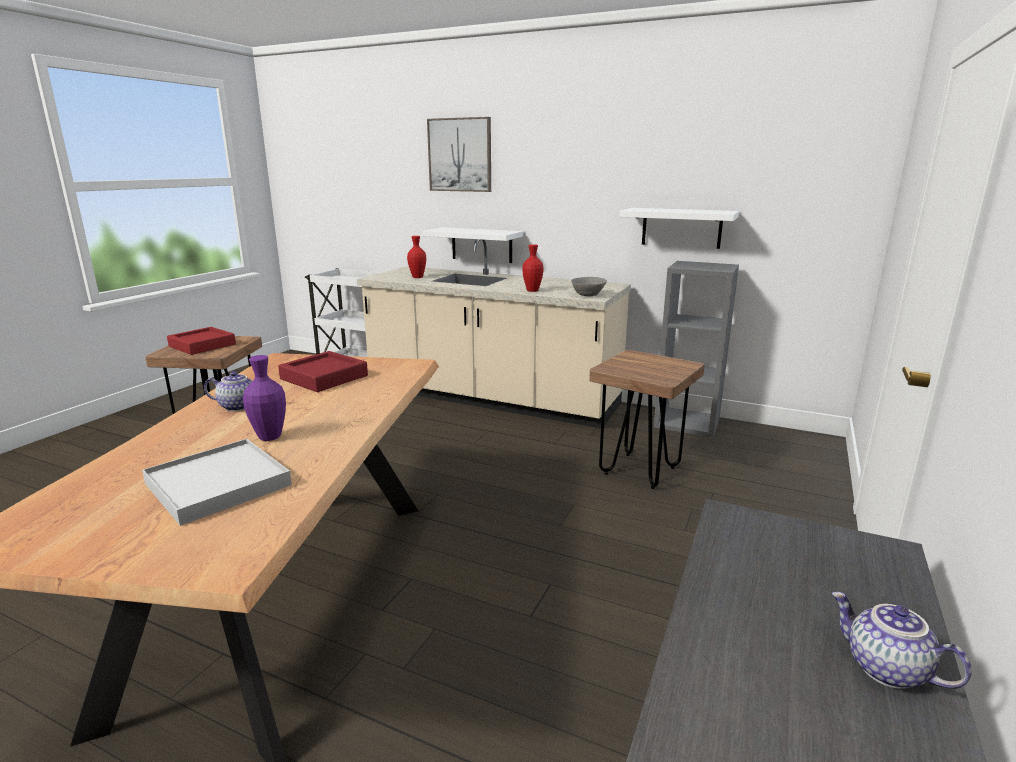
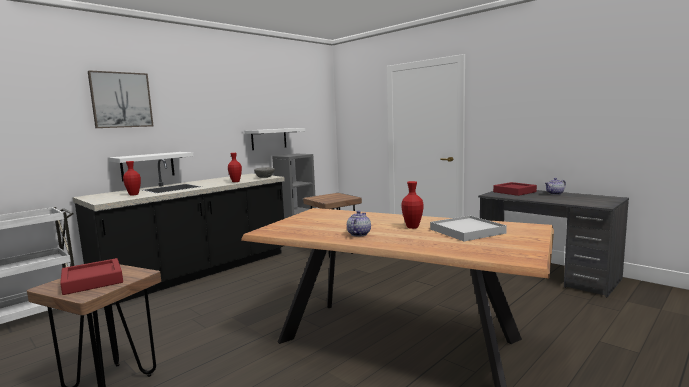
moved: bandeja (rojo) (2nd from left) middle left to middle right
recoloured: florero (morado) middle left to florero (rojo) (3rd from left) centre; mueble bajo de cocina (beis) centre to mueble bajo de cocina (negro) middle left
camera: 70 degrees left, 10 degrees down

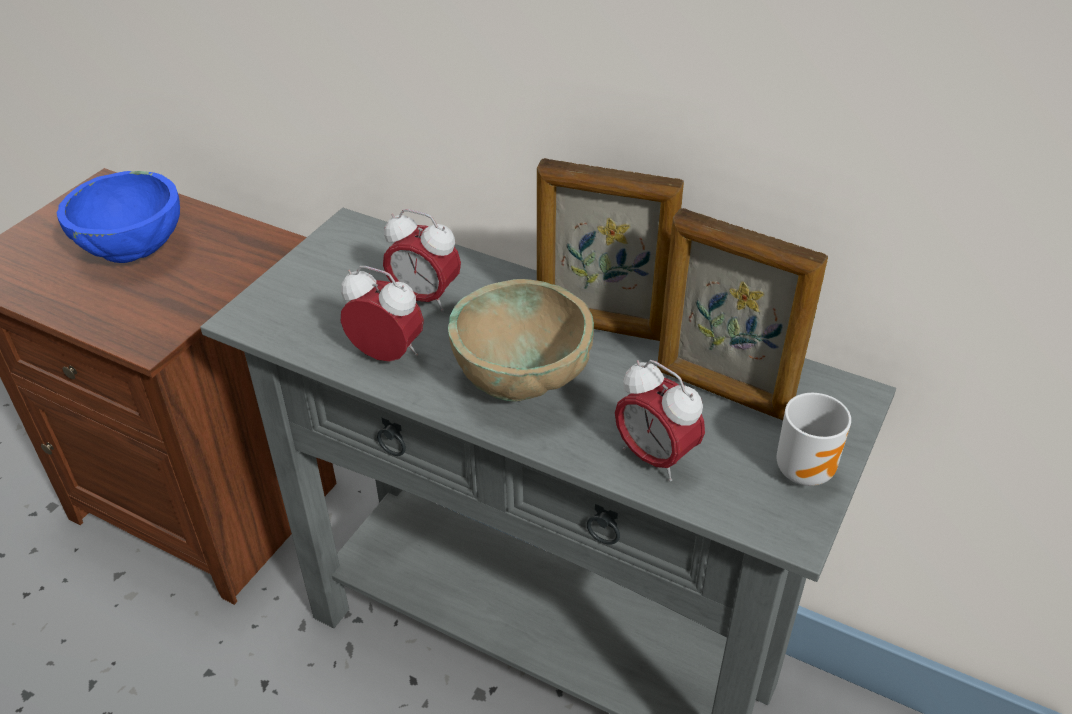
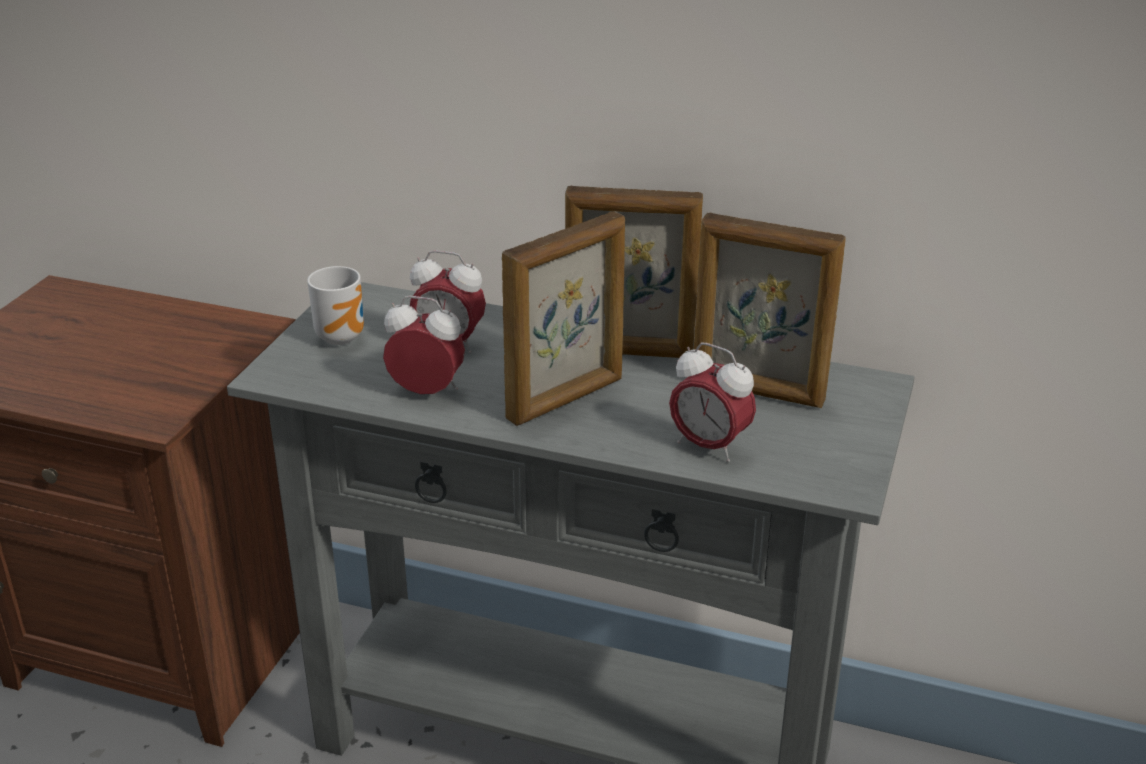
removed: cuenco (azul) top left
moved: taza grande middle right to middle left
replaced: cuenco (beis) centre to portarretratos (1st from left) centre
camera: 10 degrees left, 10 degrees down

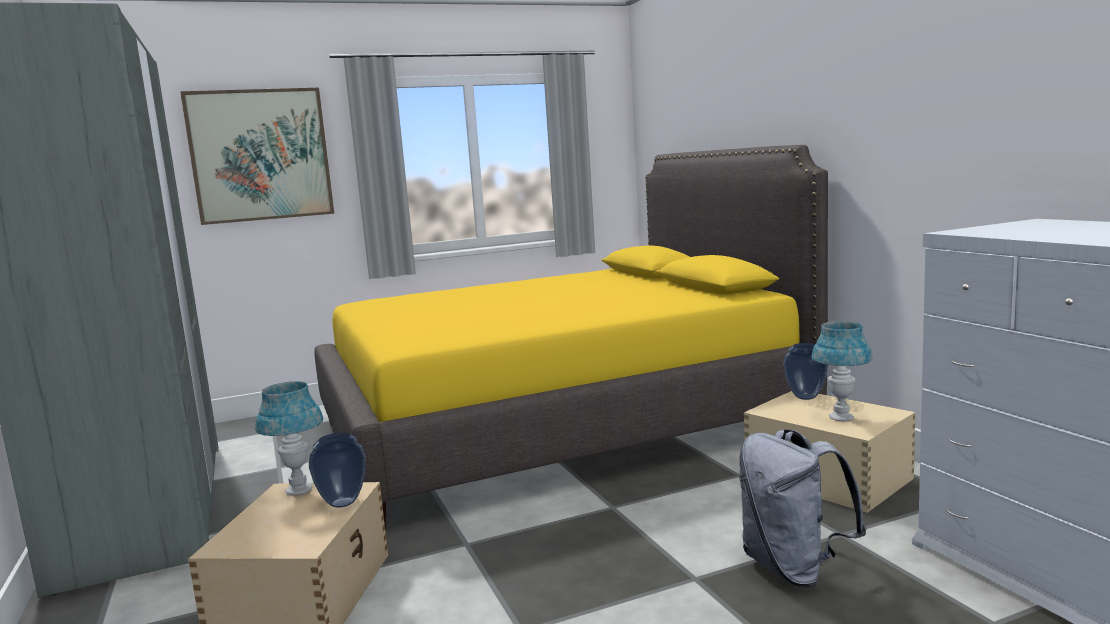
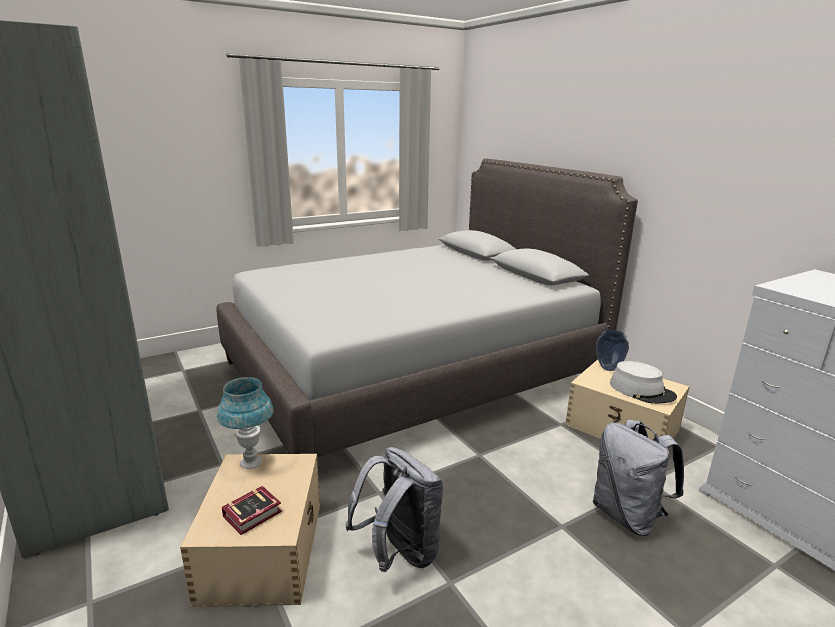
removed: cuadro top left; florero (1st from left) bottom left
added: libro bottom left; mochila (gris) (1st from left) bottom centre
replaced: lámpara de mesa (azul) (2nd from left) middle right to sombrero (gris) middle right
recoloured: cama (amarillo) centre to cama (gris) centre
camera: 10 degrees left, 10 degrees up

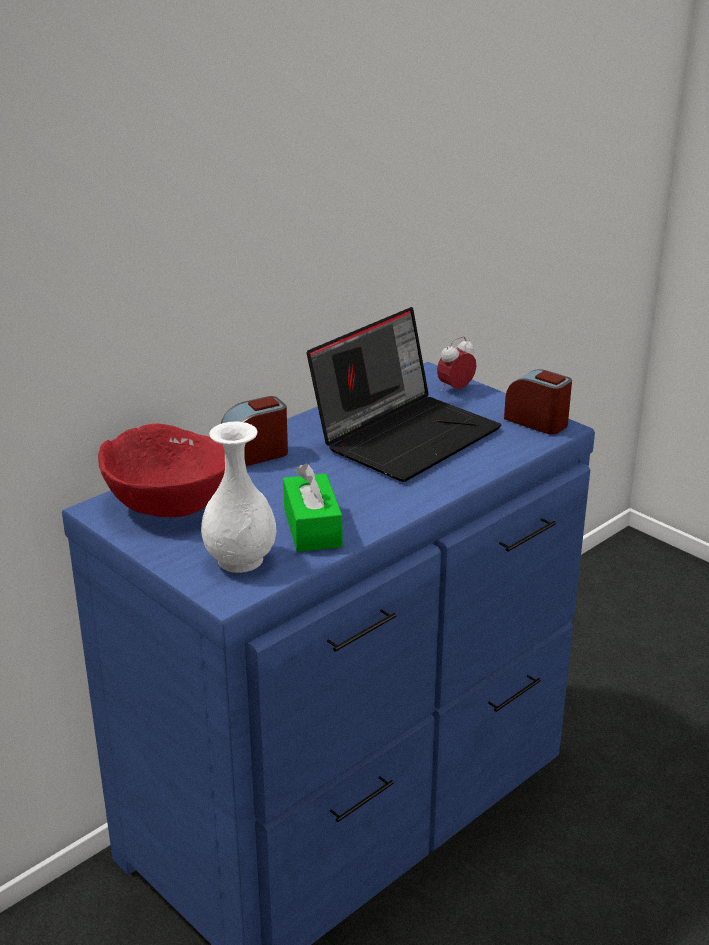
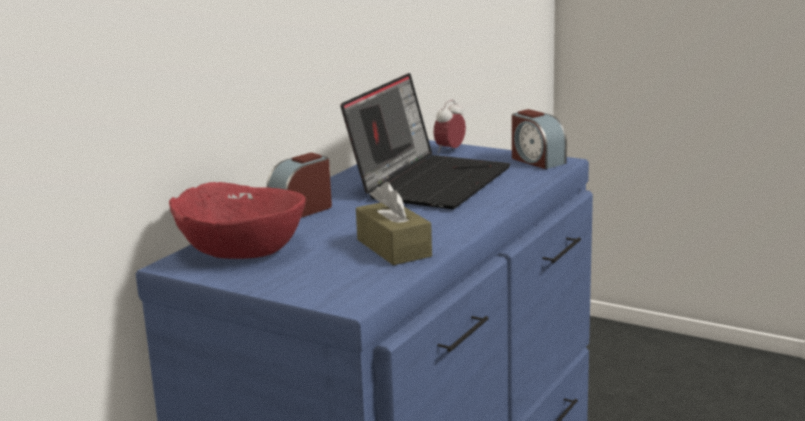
removed: florero (blanco) centre
recoloured: caja de pañuelos (verde) centre to caja de pañuelos (marrón) centre
turned: despertador (3rd from left) middle right = top right 150 degrees counterclockwise
camera: 15 degrees left, 10 degrees down

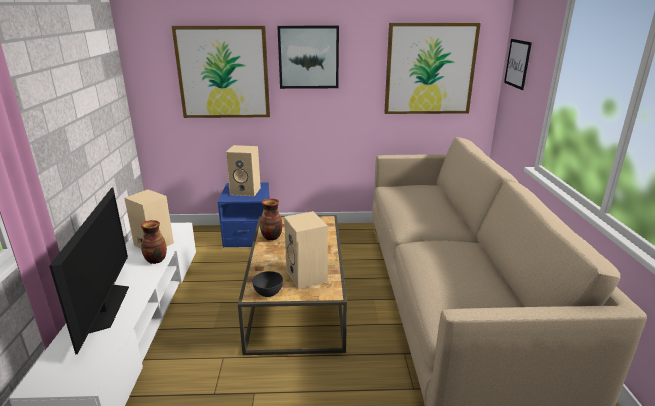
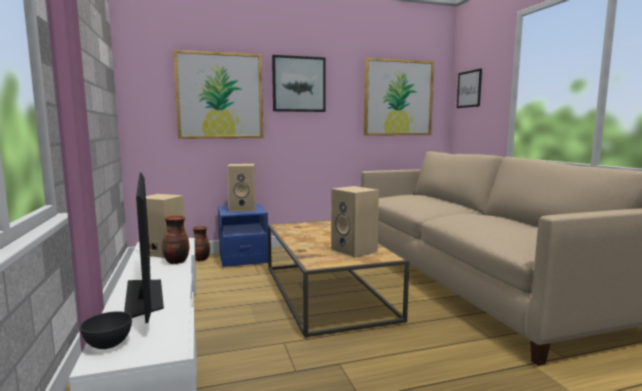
moved: cuenco (gris) bottom centre to bottom left; florero (2nd from left) centre to middle left
camera: 15 degrees left, 15 degrees down

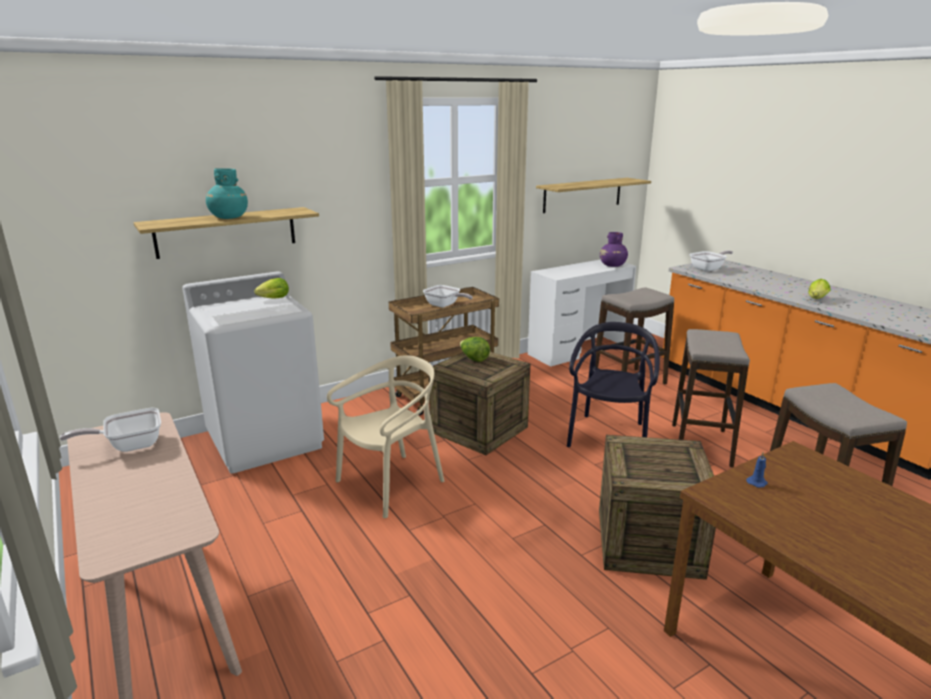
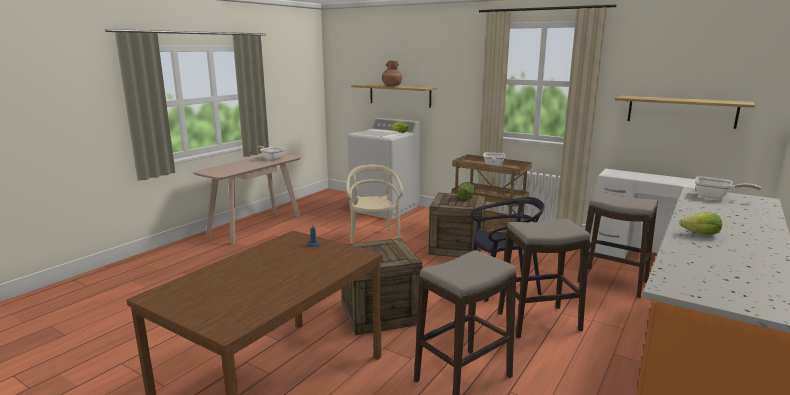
removed: florero (morado) centre
recoloured: florero (turquesa) top left to florero (marrón) top centre
turned: silla (beis) centre = centre 120 degrees counterclockwise
camera: 65 degrees right, 5 degrees down

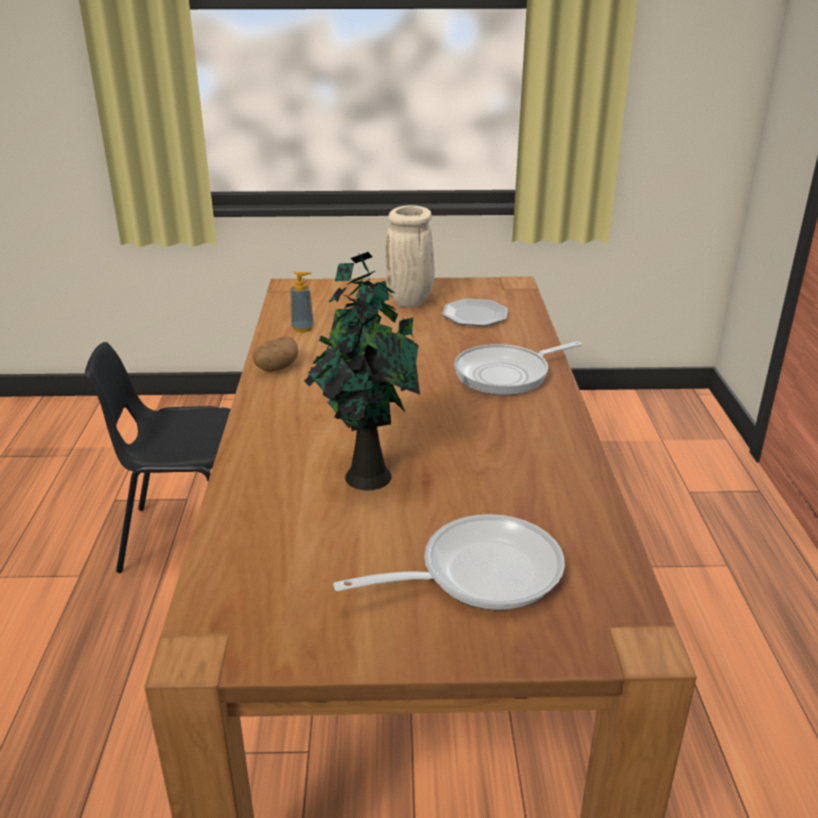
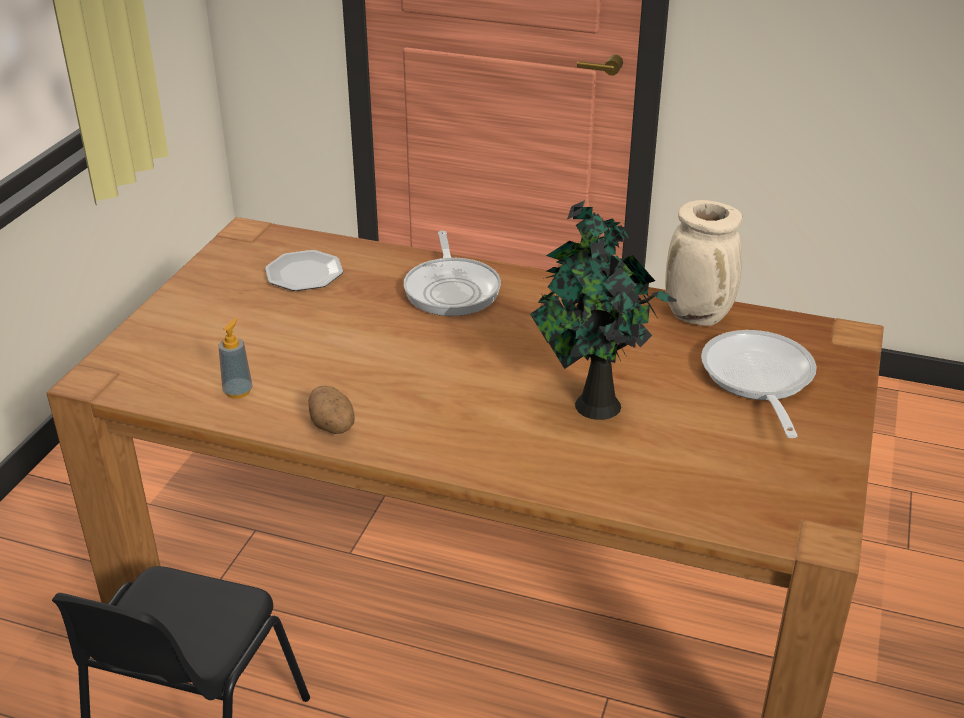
moved: florero (beis) top centre to middle right
camera: 70 degrees left, 5 degrees up

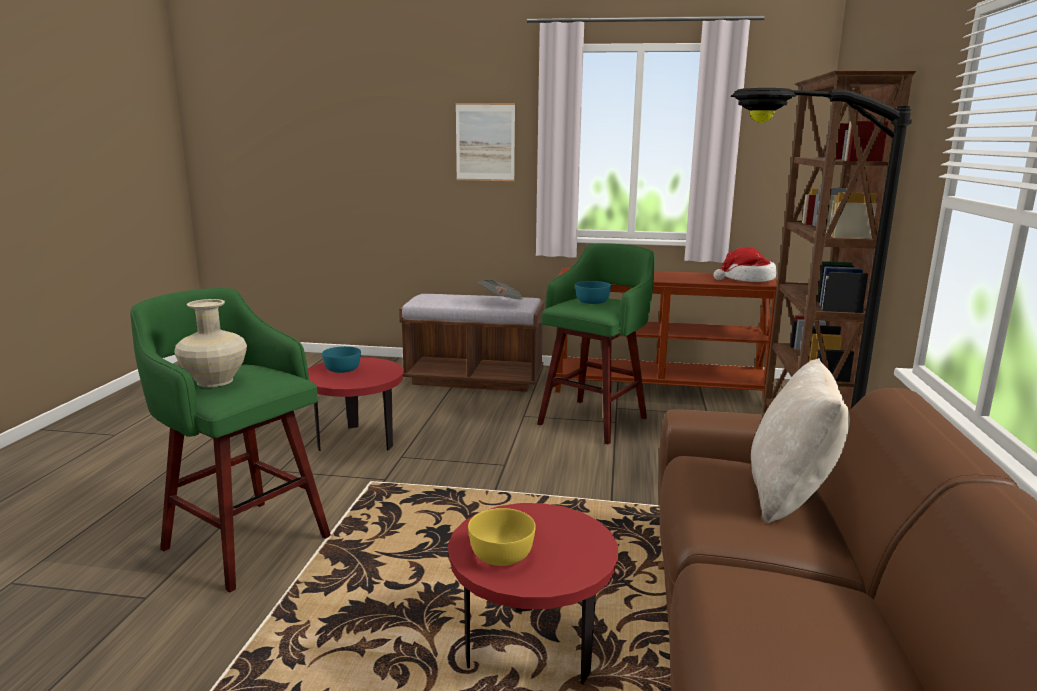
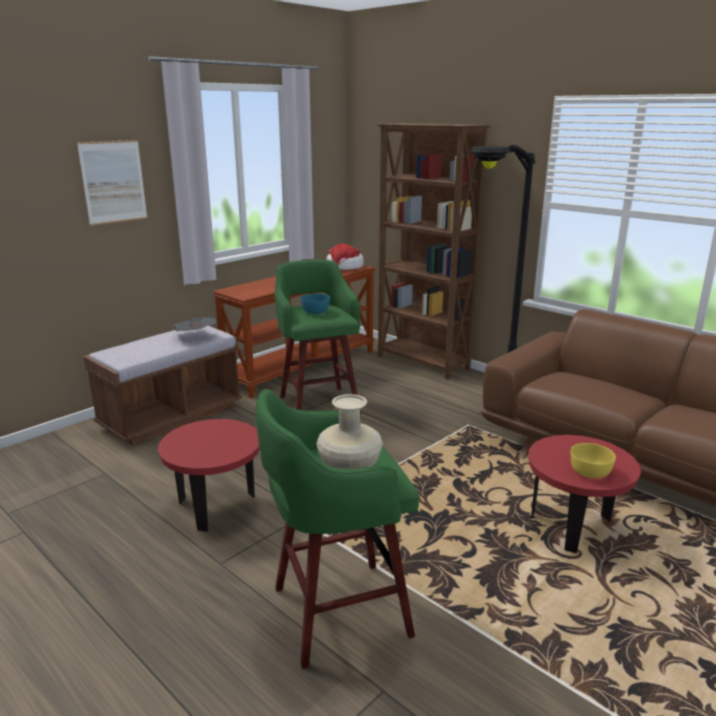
removed: cuenco (turquesa) (1st from left) middle left; cojín (beis) middle right
camera: 55 degrees left, 5 degrees up

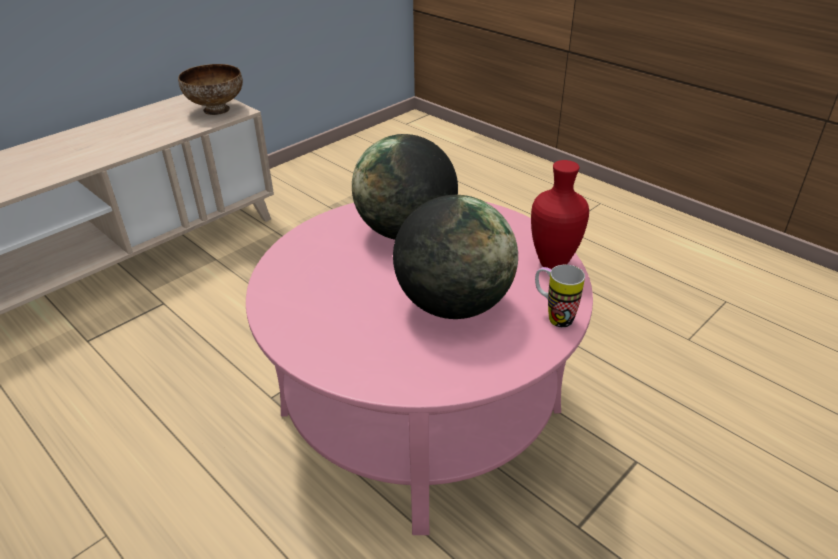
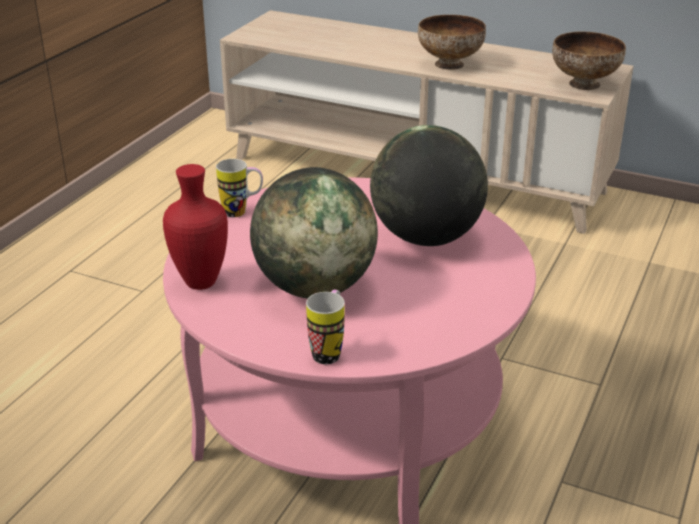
added: taza grande (1st from left) centre; cuenco (1st from left) top centre
moved: florero (rojo) middle right to middle left
camera: 70 degrees right, 5 degrees down

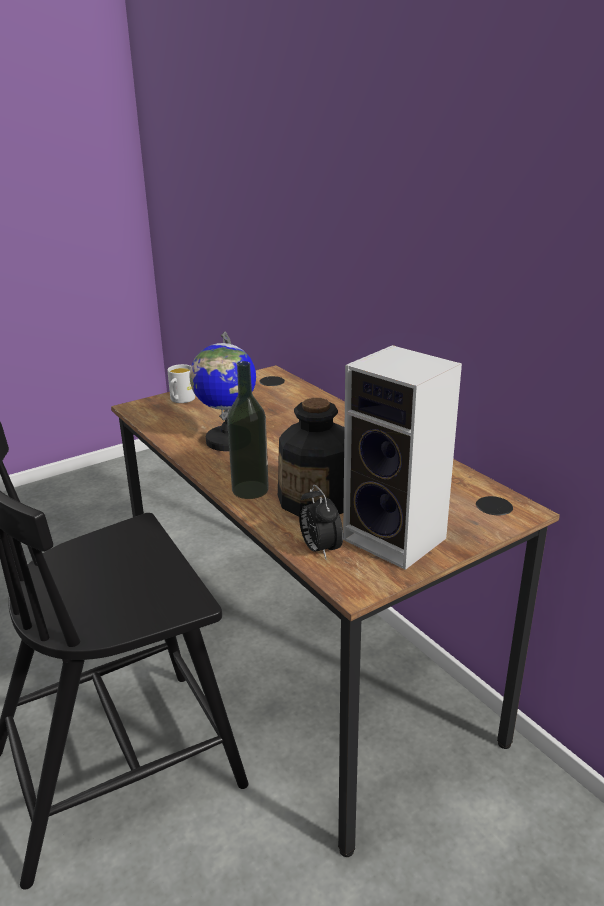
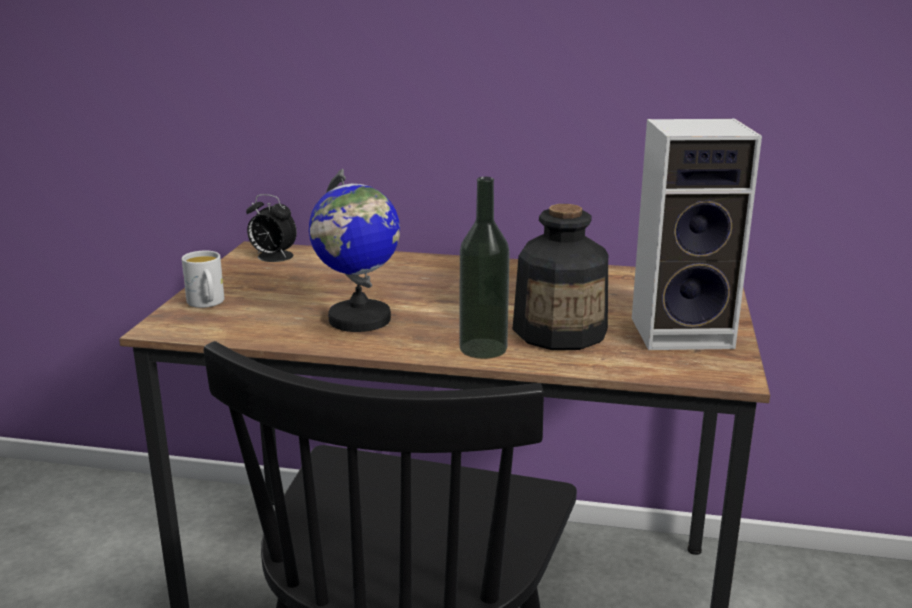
moved: despertador centre to middle left
camera: 45 degrees left, 5 degrees down

